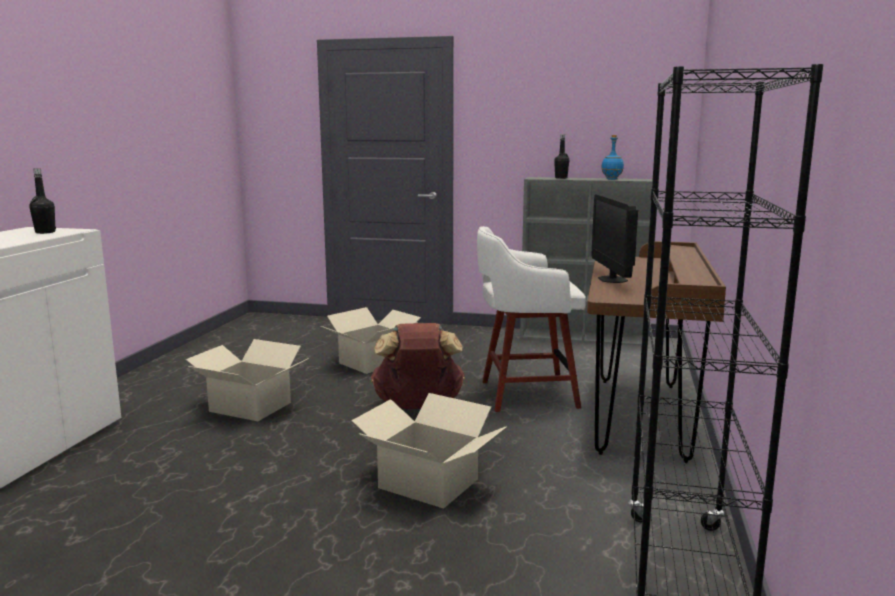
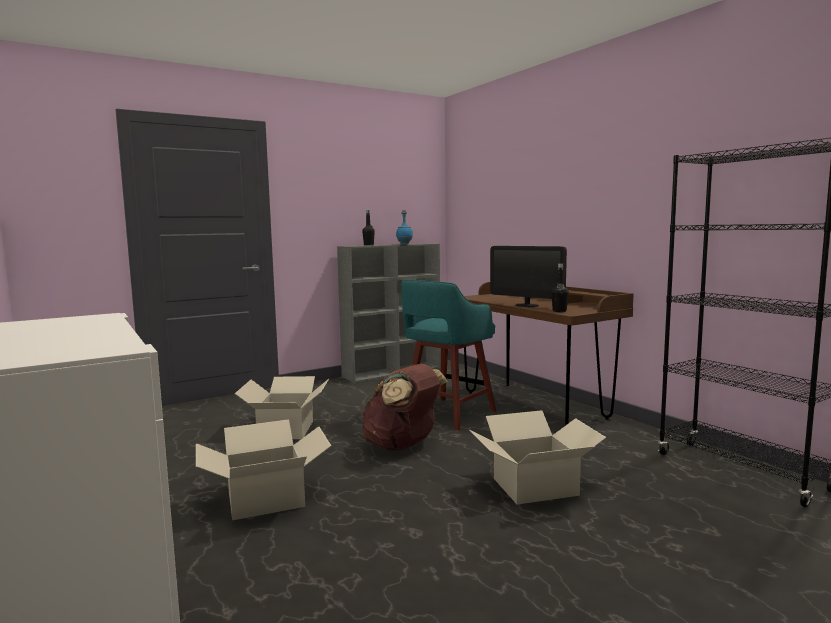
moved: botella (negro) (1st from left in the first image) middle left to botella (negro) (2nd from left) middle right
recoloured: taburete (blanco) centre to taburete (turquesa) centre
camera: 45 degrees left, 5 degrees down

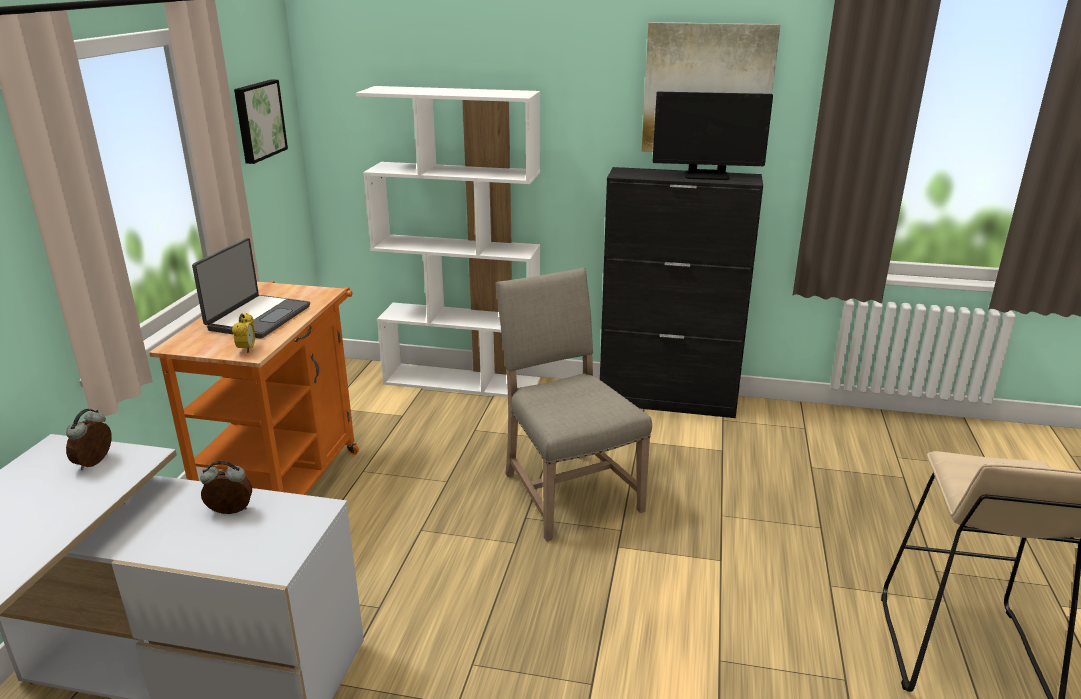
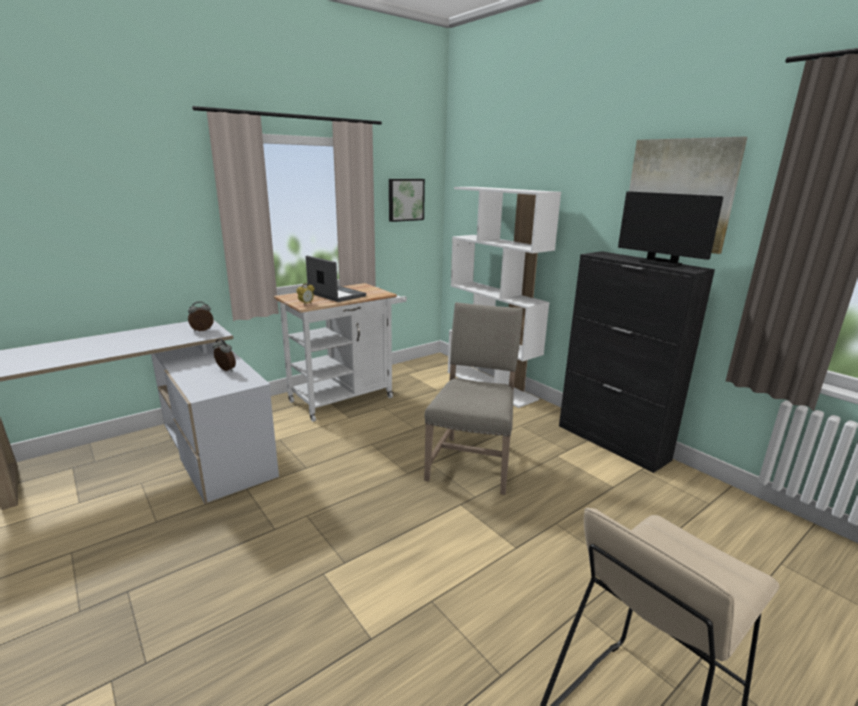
recoloured: carrito (naranja) middle left to carrito (blanco) centre
turned: portátil middle left = centre 105 degrees counterclockwise
camera: 40 degrees right, 5 degrees down

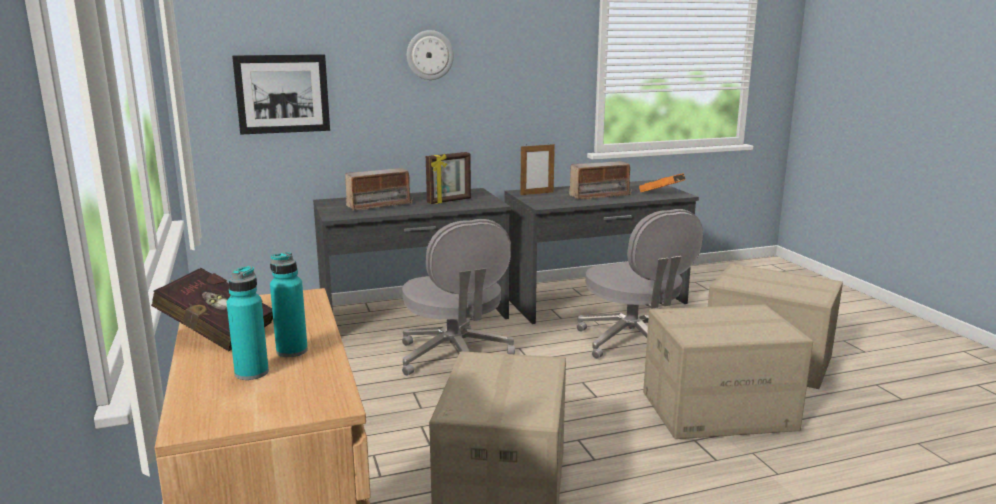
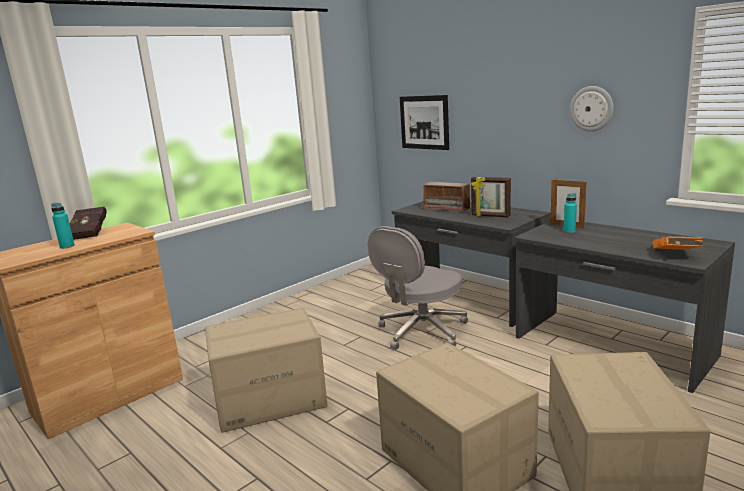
removed: radio (2nd from left) centre; silla de oficina (gris) (2nd from left) centre
moved: botella (turquesa) (1st from left in the first image) middle left to botella (turquesa) (2nd from left) middle right; reloj de pared top centre to top right
camera: 65 degrees right, 0 degrees up

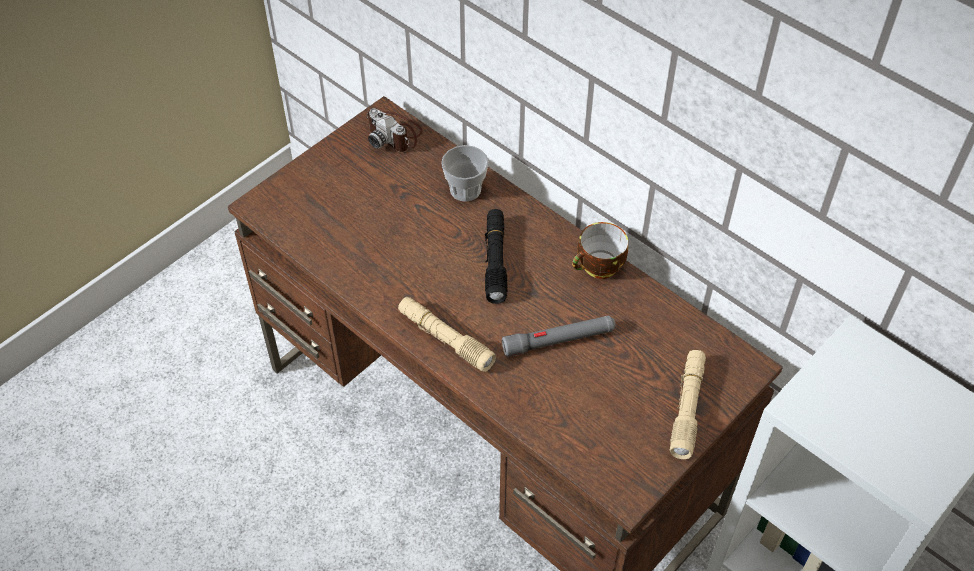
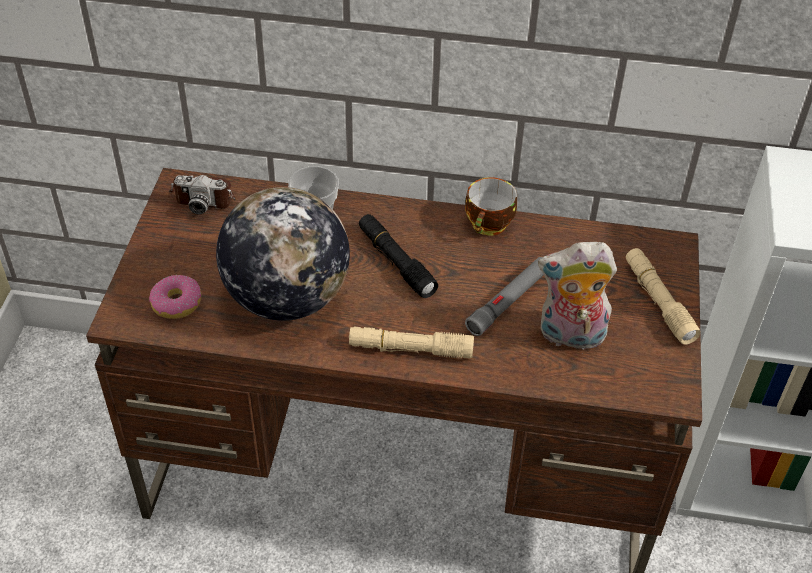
added: rosquilla middle left; globo terráqueo centre; peluche middle right
camera: 35 degrees left, 5 degrees down

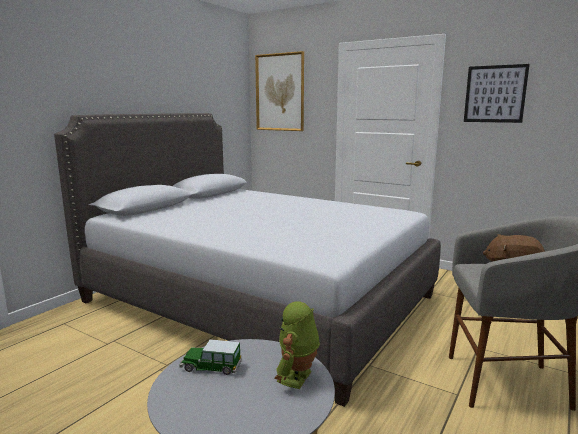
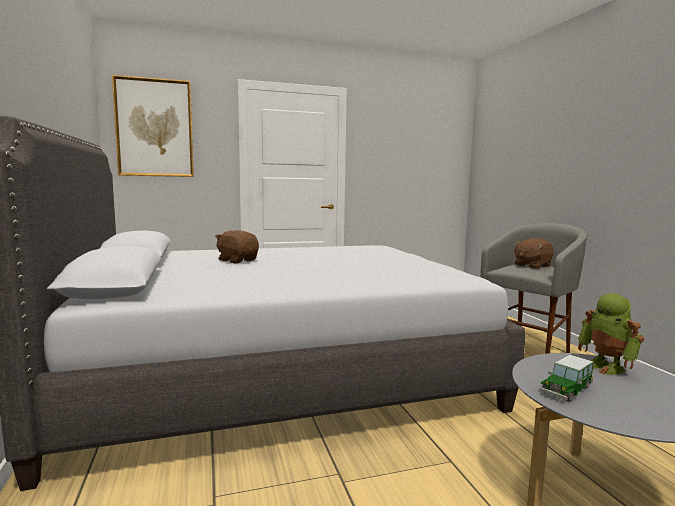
removed: cuadro (2nd from left) top right
added: peluche (marrón) (1st from left) centre
camera: 50 degrees left, 5 degrees down

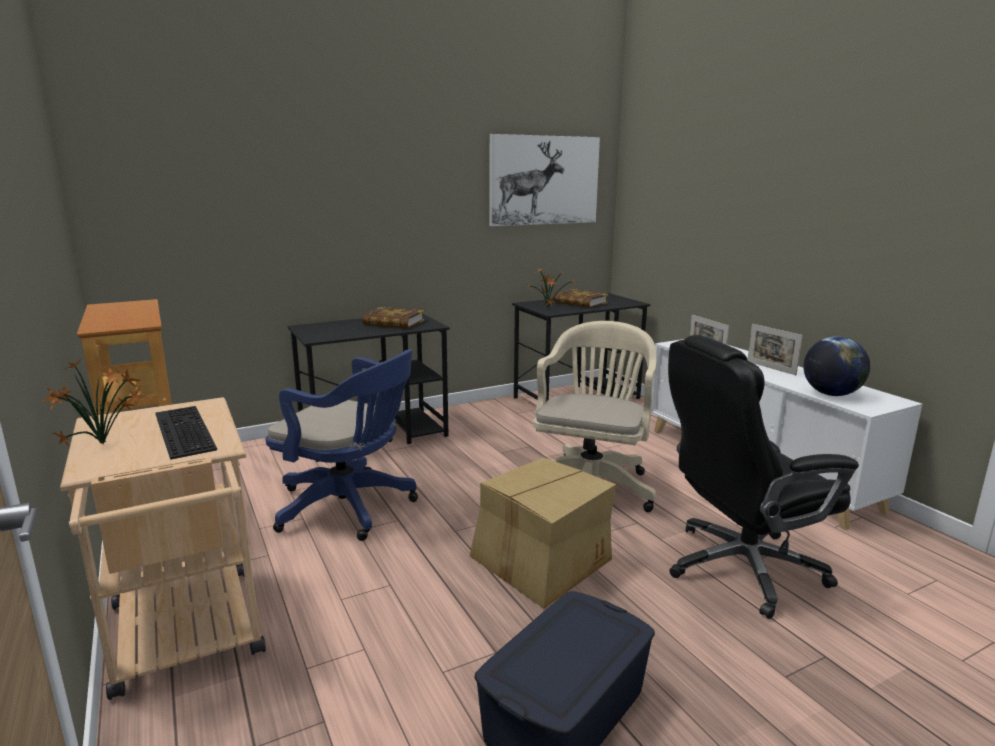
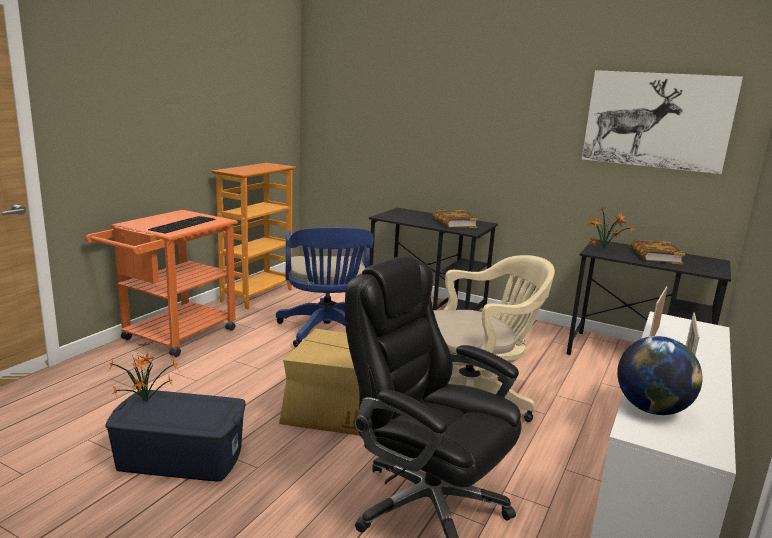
moved: planta en maceta (1st from left) middle left to bottom left
recoloured: carrito (beis) bottom left to carrito (naranja) middle left
camera: 55 degrees right, 0 degrees up

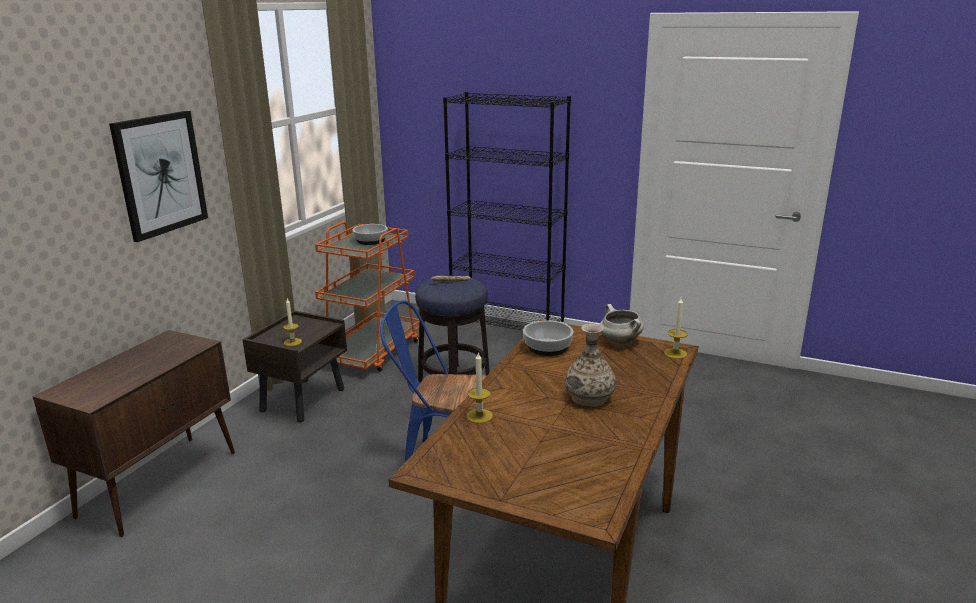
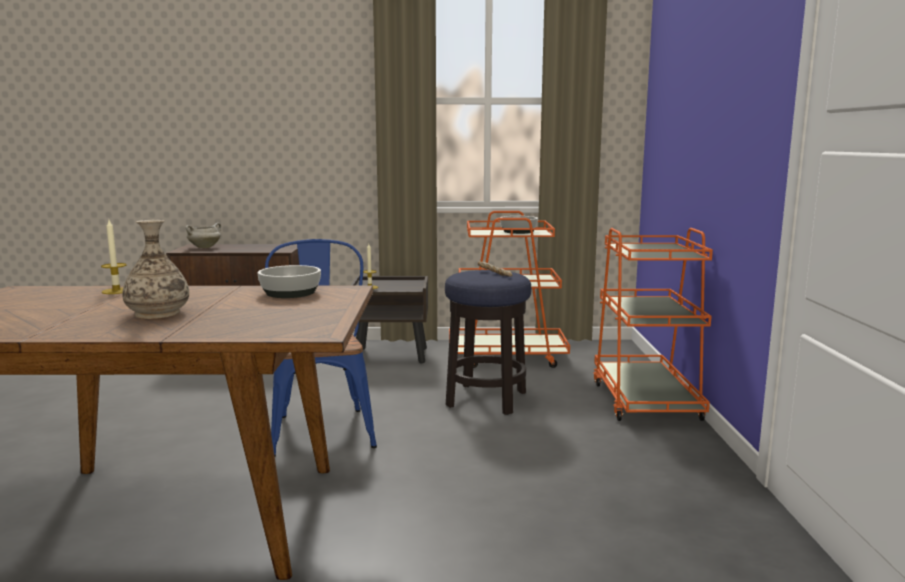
removed: cuadro top left; vela (3rd from left) middle right
moved: olla (blanco) centre to middle left
replaced: estantería (negro) centre to carrito (naranja) (2nd from left) middle right
camera: 65 degrees right, 10 degrees down

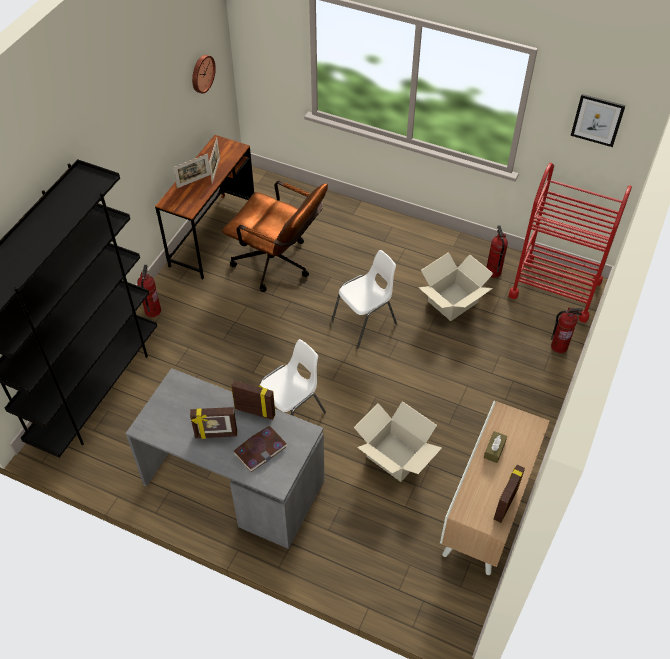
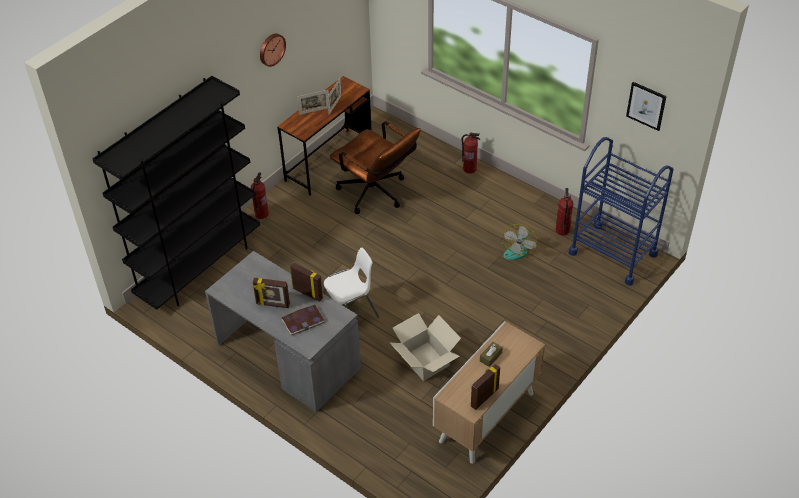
removed: silla (blanco) (2nd from left) centre
moved: reloj de pared top left to top centre; extintor (3rd from left in the first image) middle right to extintor (2nd from left) top centre
replaced: caja de cartón (2nd from left) middle right to ventilador centre
recoloured: carrito (rojo) middle right to carrito (azul) middle right
camera: 15 degrees right, 5 degrees down

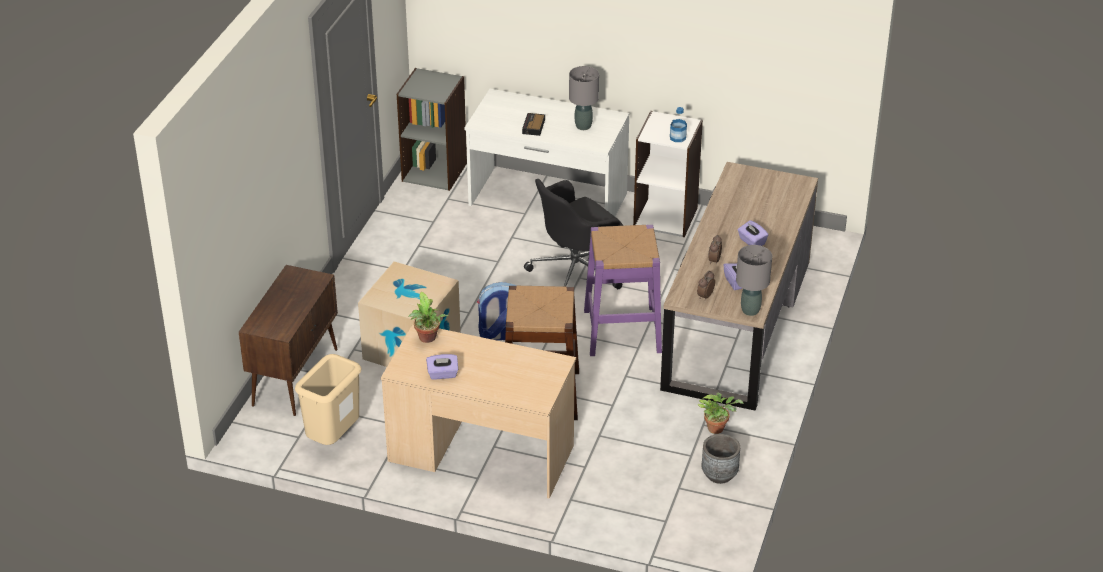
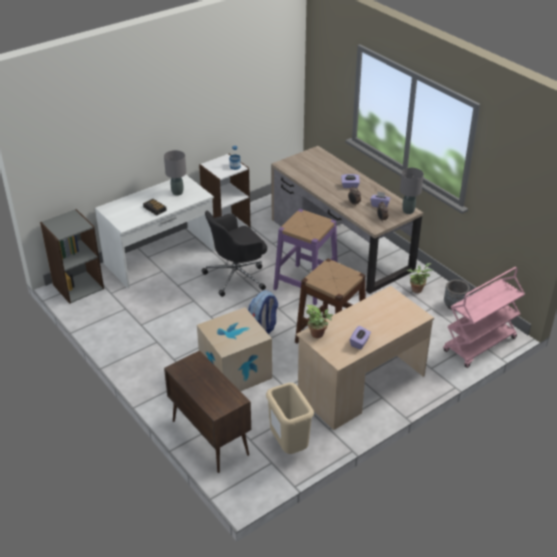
added: carrito (rosa) middle right
turned: silla de oficina (negro) centre = centre 60 degrees clockwise
camera: 55 degrees left, 0 degrees up

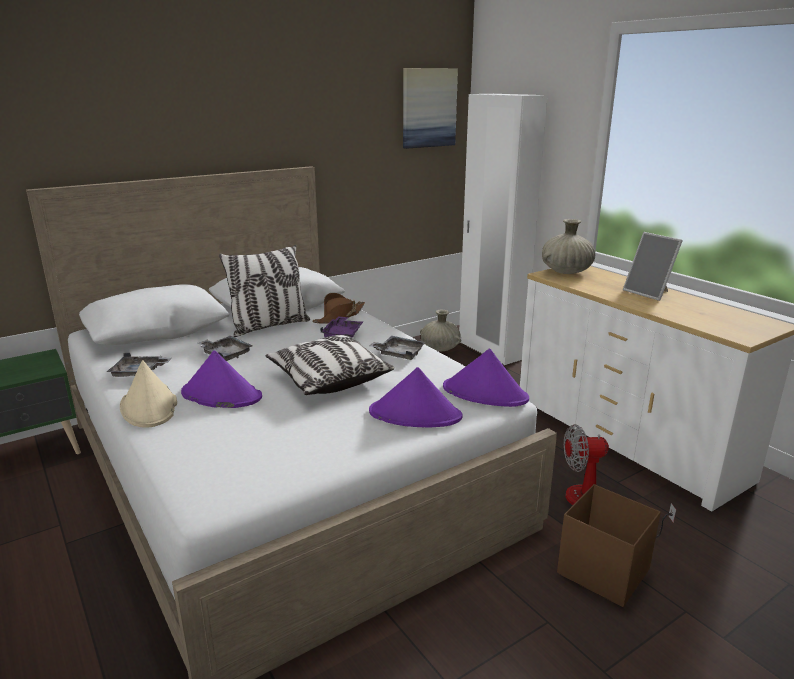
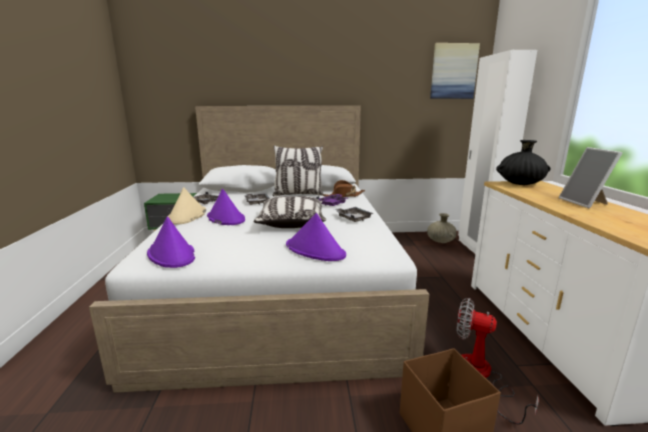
moved: sombrero (morado) (3rd from left in the first image) centre to sombrero (morado) (1st from left) middle left
recoloured: florero (beis) (2nd from left) middle right to florero (negro) middle right
camera: 30 degrees right, 5 degrees down

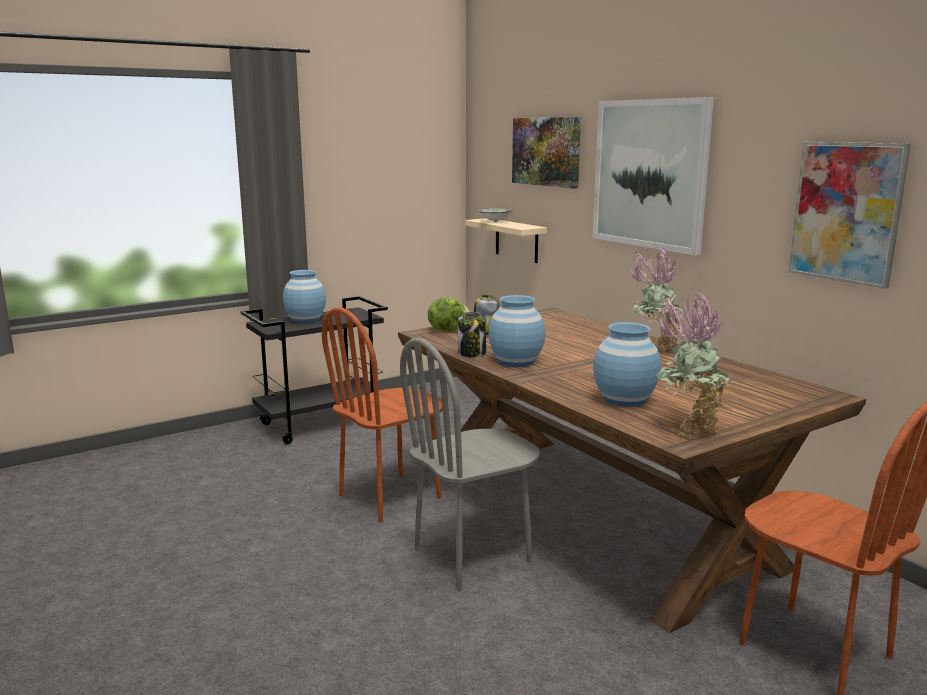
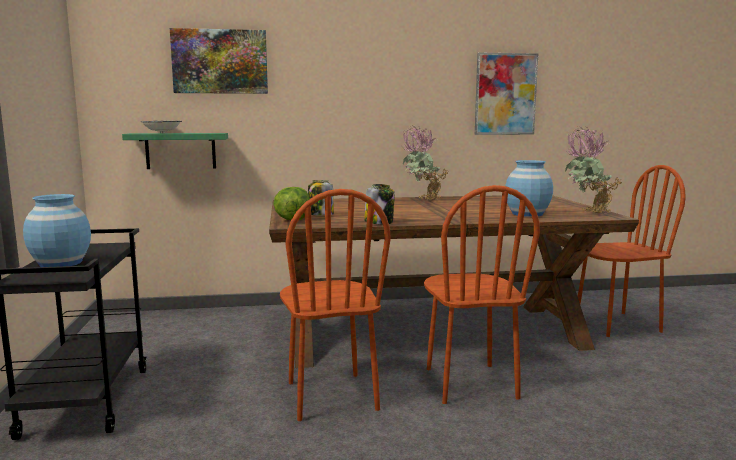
removed: florero (azul) (2nd from left) centre; cuadro (2nd from left) top right
recoloured: silla (gris) bottom centre to silla (marrón) (2nd from left) centre; estante (beis) centre to estante (verde) top left
camera: 65 degrees left, 5 degrees down

